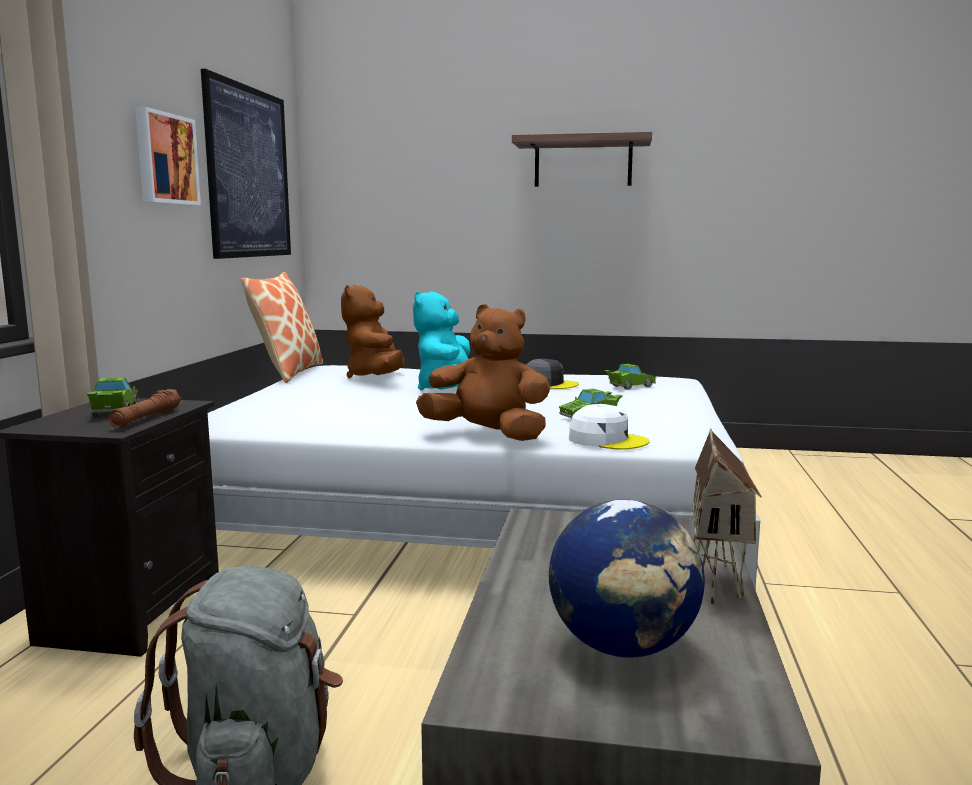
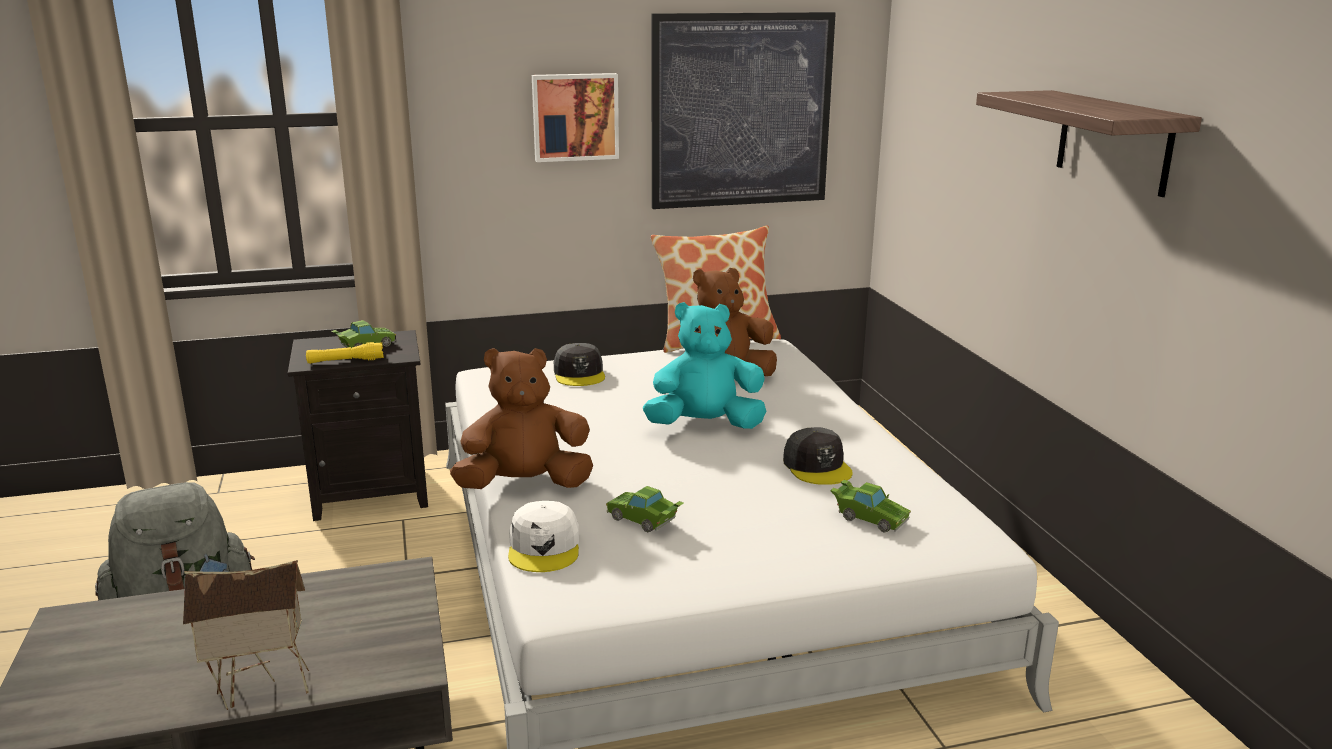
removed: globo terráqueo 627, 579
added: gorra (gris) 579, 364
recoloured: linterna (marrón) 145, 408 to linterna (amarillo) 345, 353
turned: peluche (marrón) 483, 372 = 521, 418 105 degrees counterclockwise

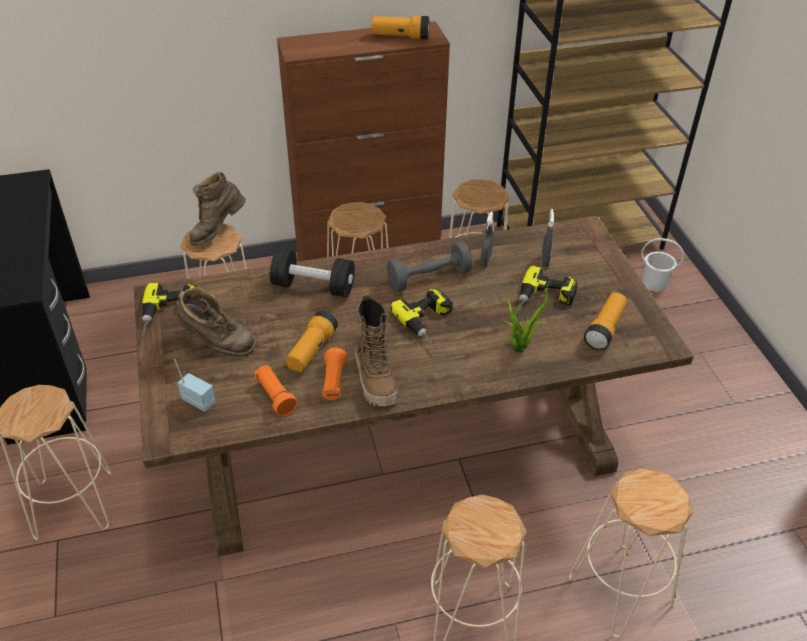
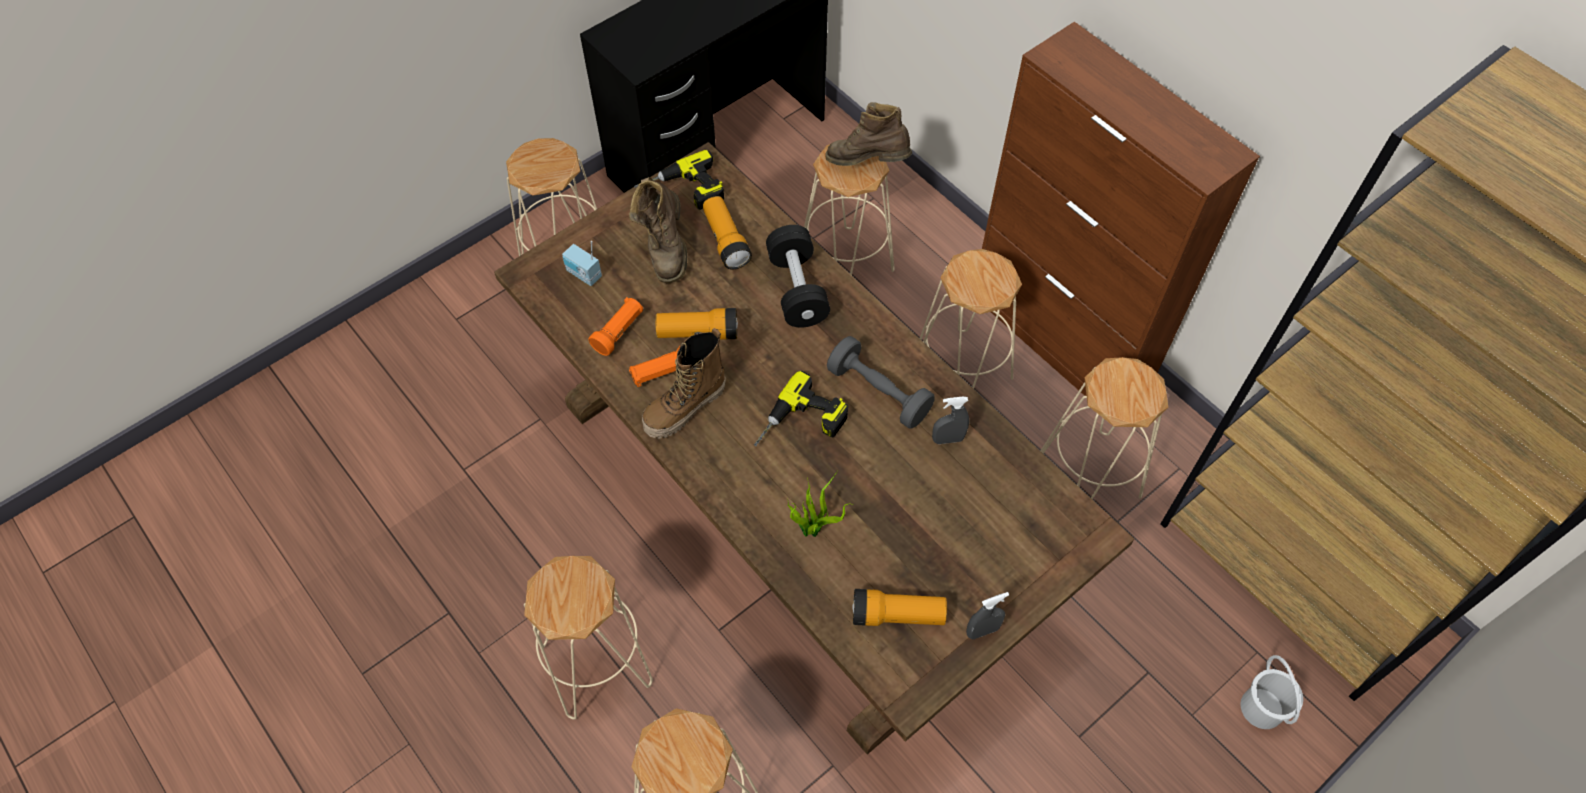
removed: taladro 546, 290
moved: linterna 400, 27 to 727, 232; pulverizador (gris) 547, 238 to 987, 616
turned: radio 195, 385 = 582, 263 120 degrees clockwise

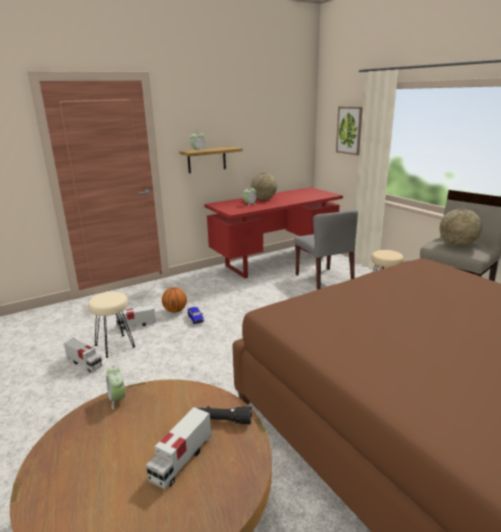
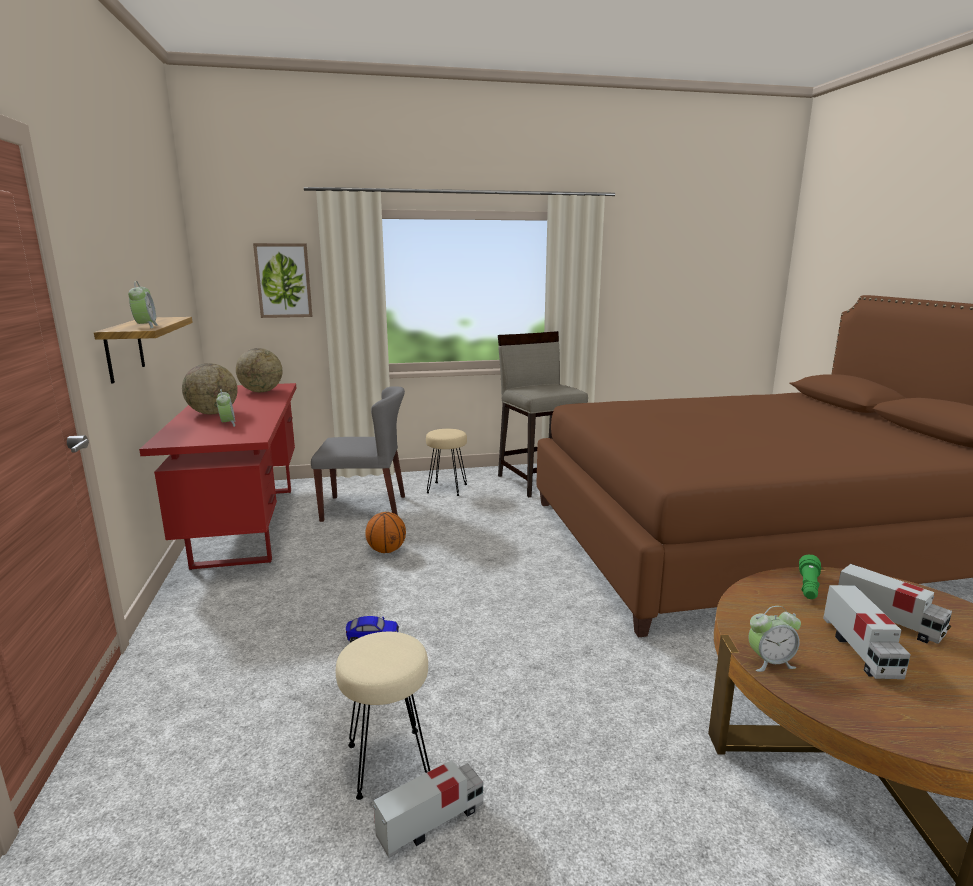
moved: globo terráqueo 460, 227 to 259, 370; balón de baloncesto 174, 300 to 385, 532; camión de juguete 136, 317 to 867, 632
recoloured: linterna (negro) 225, 415 to linterna (verde) 810, 577

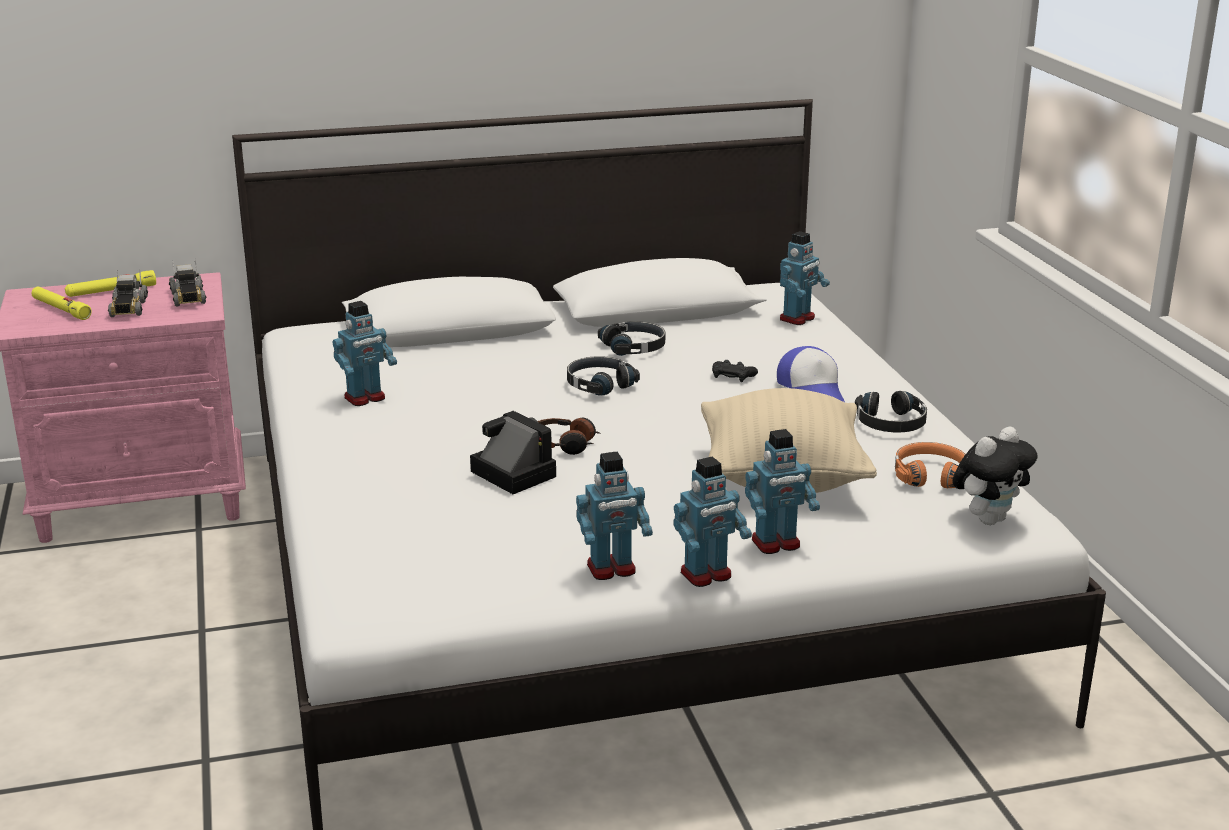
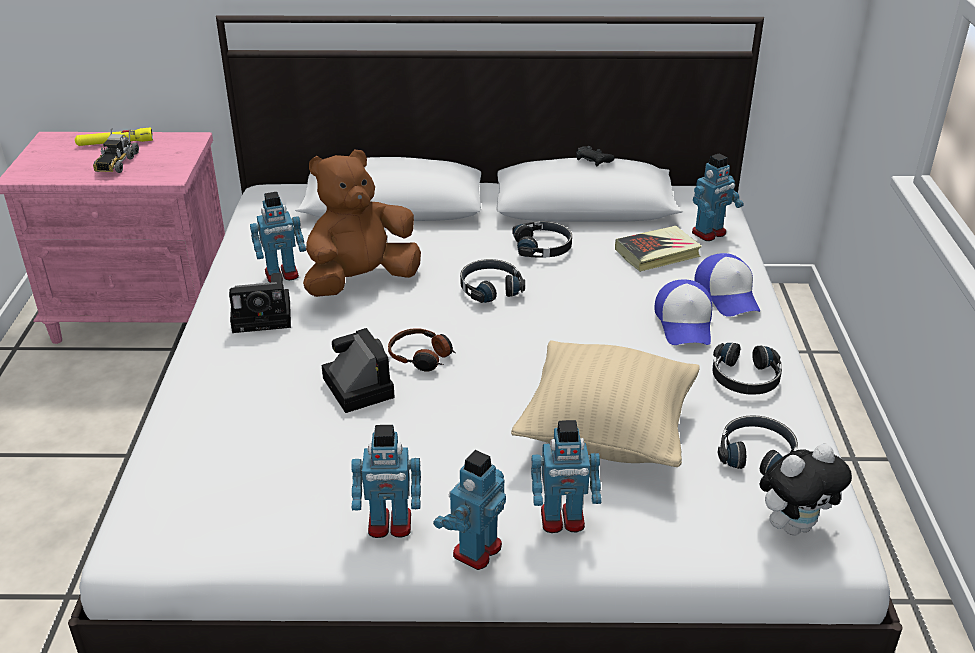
removed: camión de juguete 187, 283; linterna (amarillo) 61, 303
added: peluche (marrón) 362, 223; libro 658, 249; gorra 727, 285; cámara 260, 303
moved: mando de consola (negro) 735, 371 to 595, 156
recoloured: auriculares (naranja) 930, 465 to auriculares (negro) 758, 445
turned: robot de juguete 712, 522 = 469, 510 135 degrees clockwise

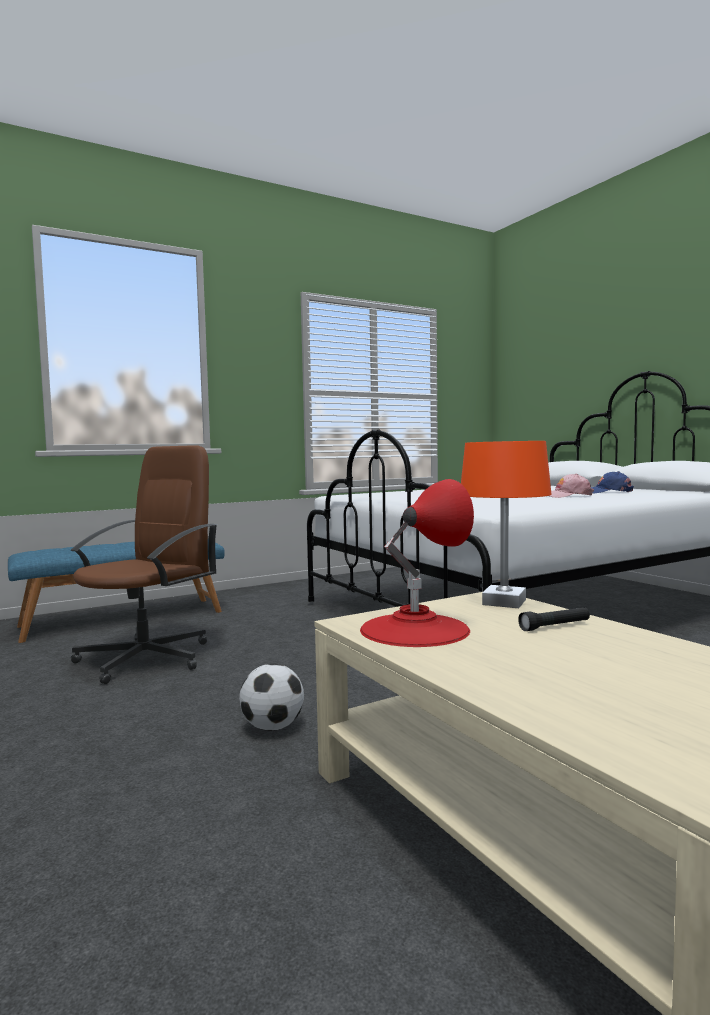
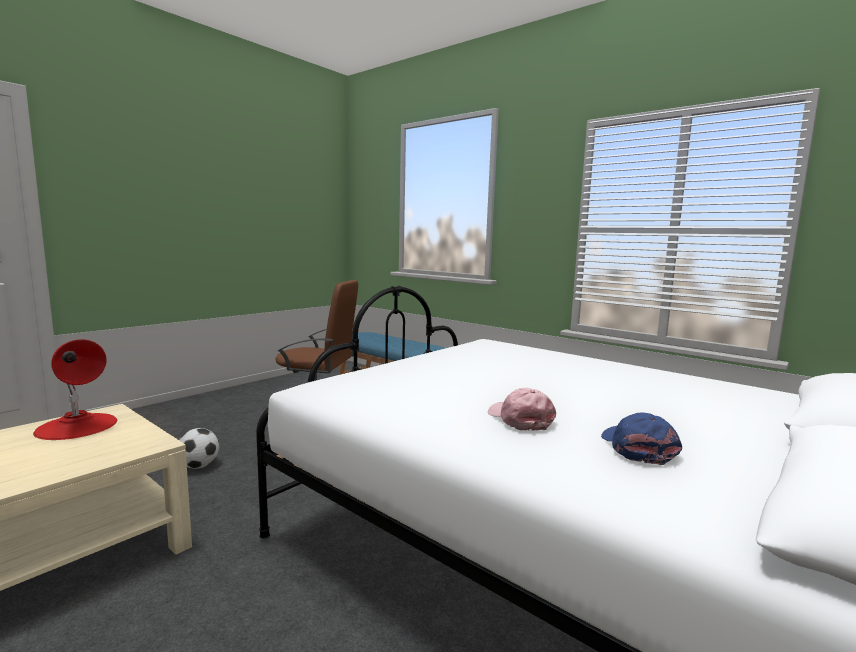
removed: lámpara de mesa (naranja) 506, 524; linterna (negro) 554, 619

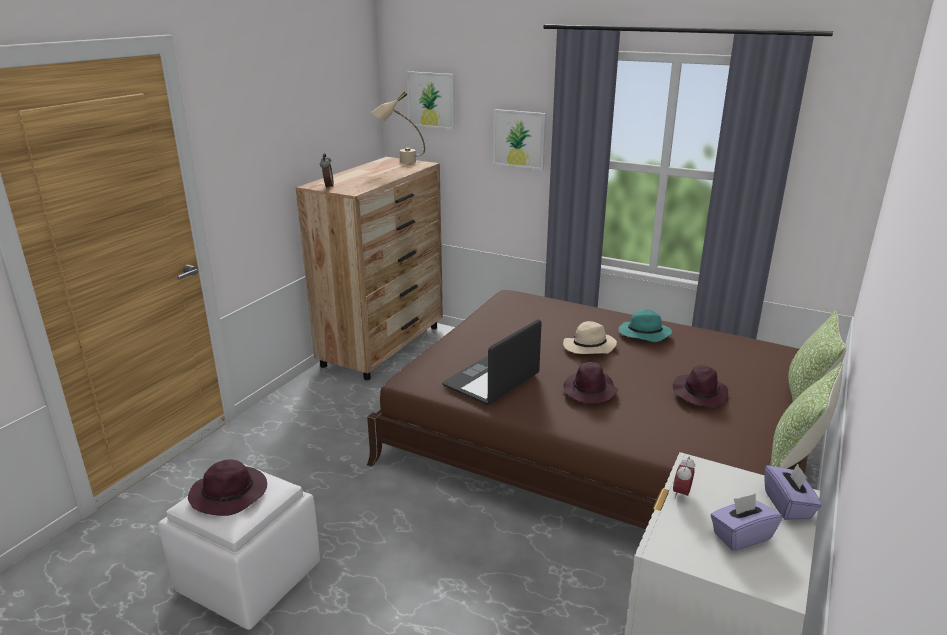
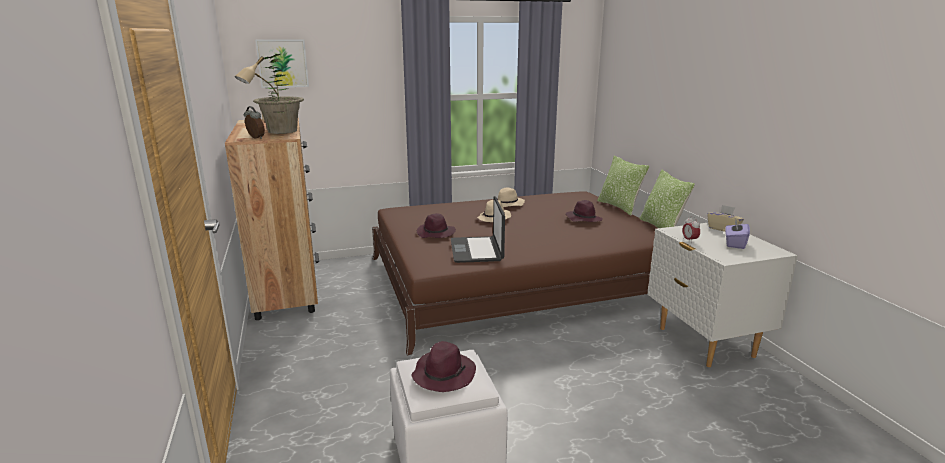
removed: cuadro 519, 139
added: planta en maceta 278, 94
moved: sombrero (morado) 590, 382 to 436, 225
recoloured: sombrero (turquesa) 645, 325 to sombrero (beis) 511, 197; caja de pañuelos (morado) 793, 491 to caja de pañuelos (beis) 725, 218

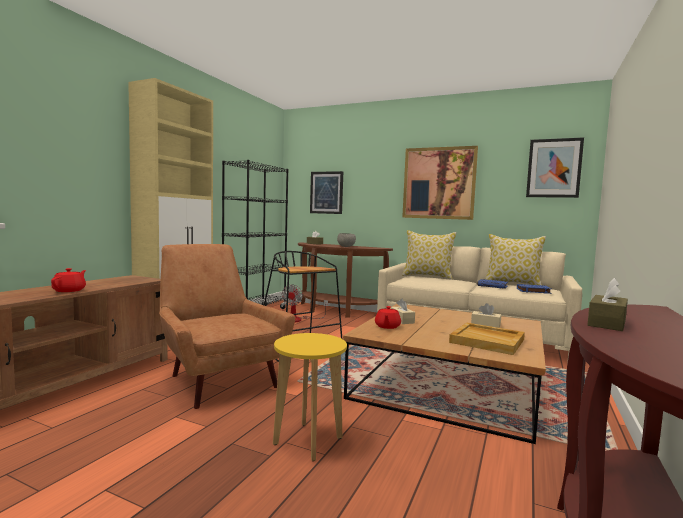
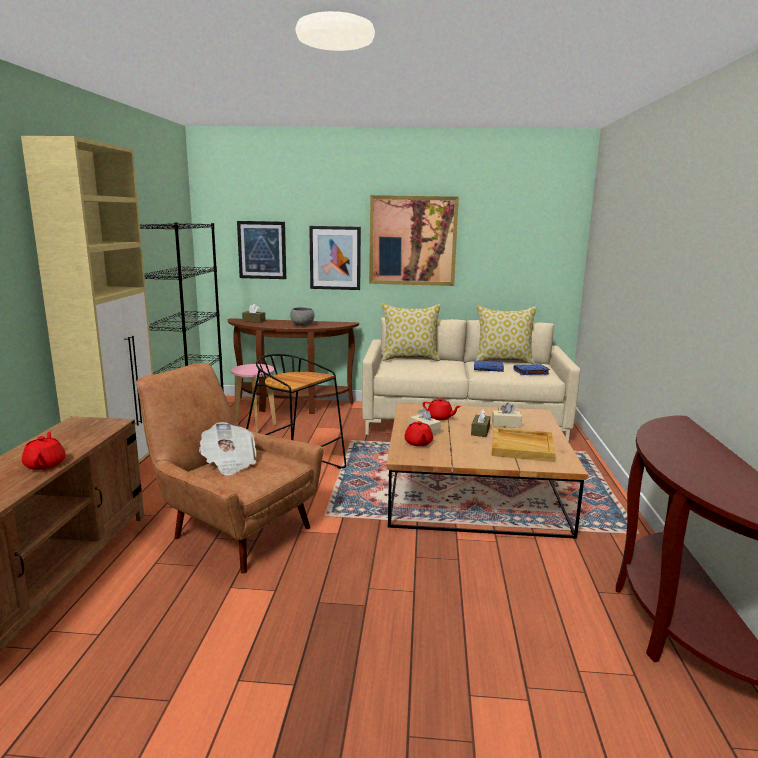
removed: taburete (amarillo) 310, 397
added: tetera (rojo) 442, 409; periódico 227, 449
moved: cuadro 555, 167 to 335, 258; caja de pañuelos (marrón) 607, 304 to 481, 422
replaced: ventilador 304, 303 to taburete (rosa) 253, 398

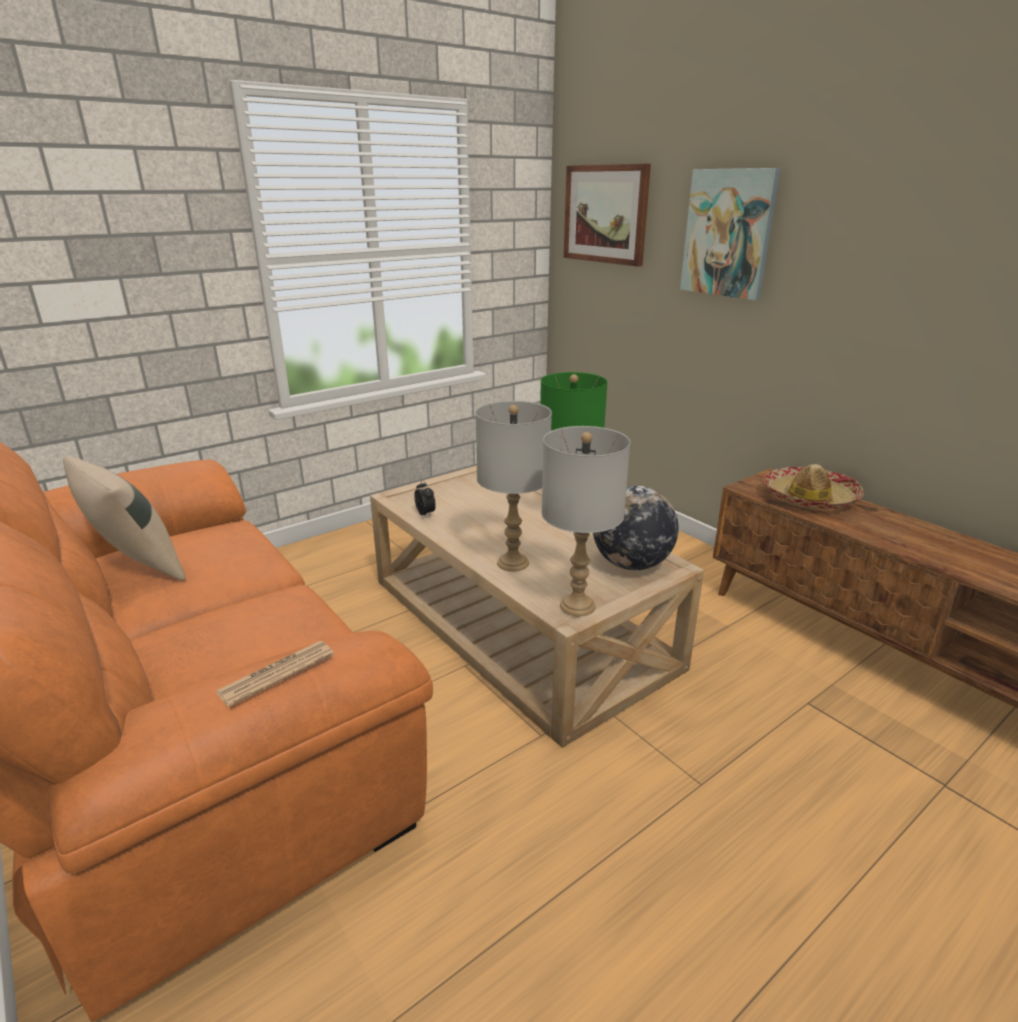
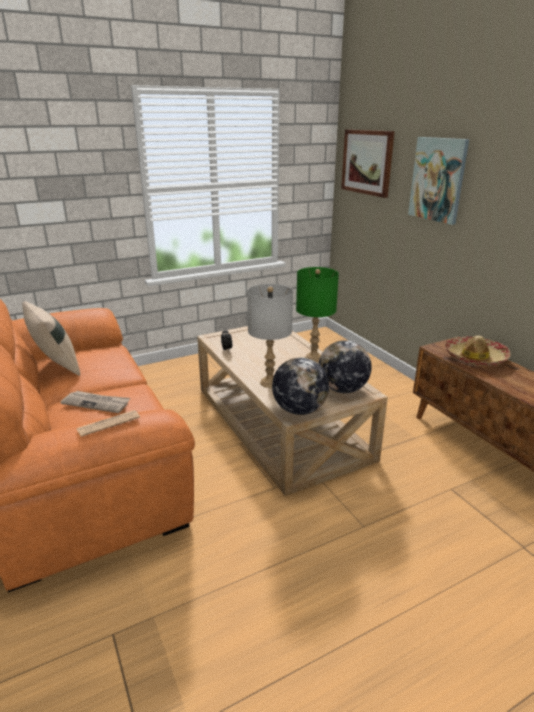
added: periódico 95, 402
replaced: lámpara de mesa (gris) 586, 521 to globo terráqueo 300, 386

